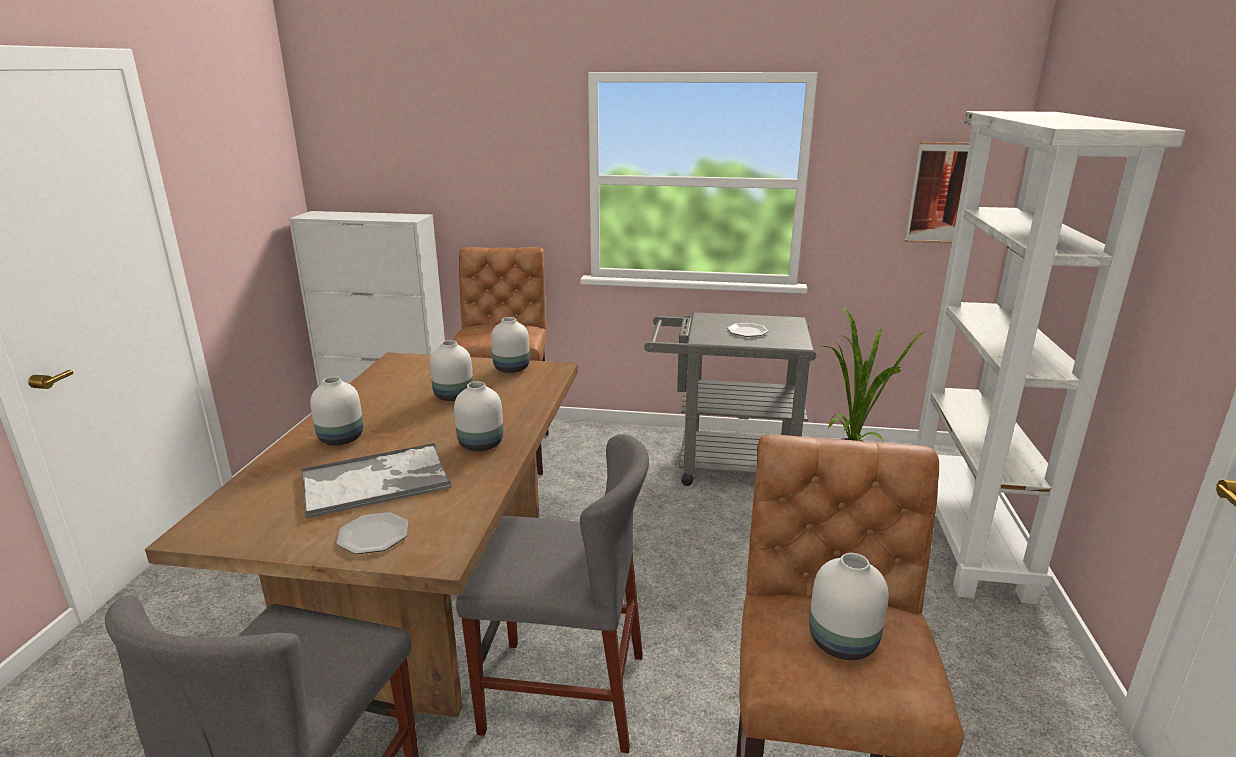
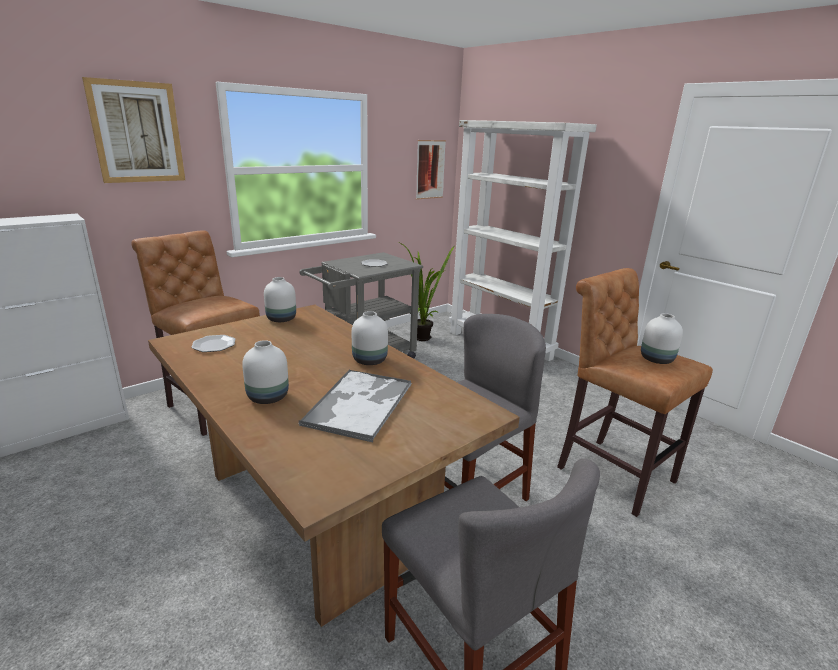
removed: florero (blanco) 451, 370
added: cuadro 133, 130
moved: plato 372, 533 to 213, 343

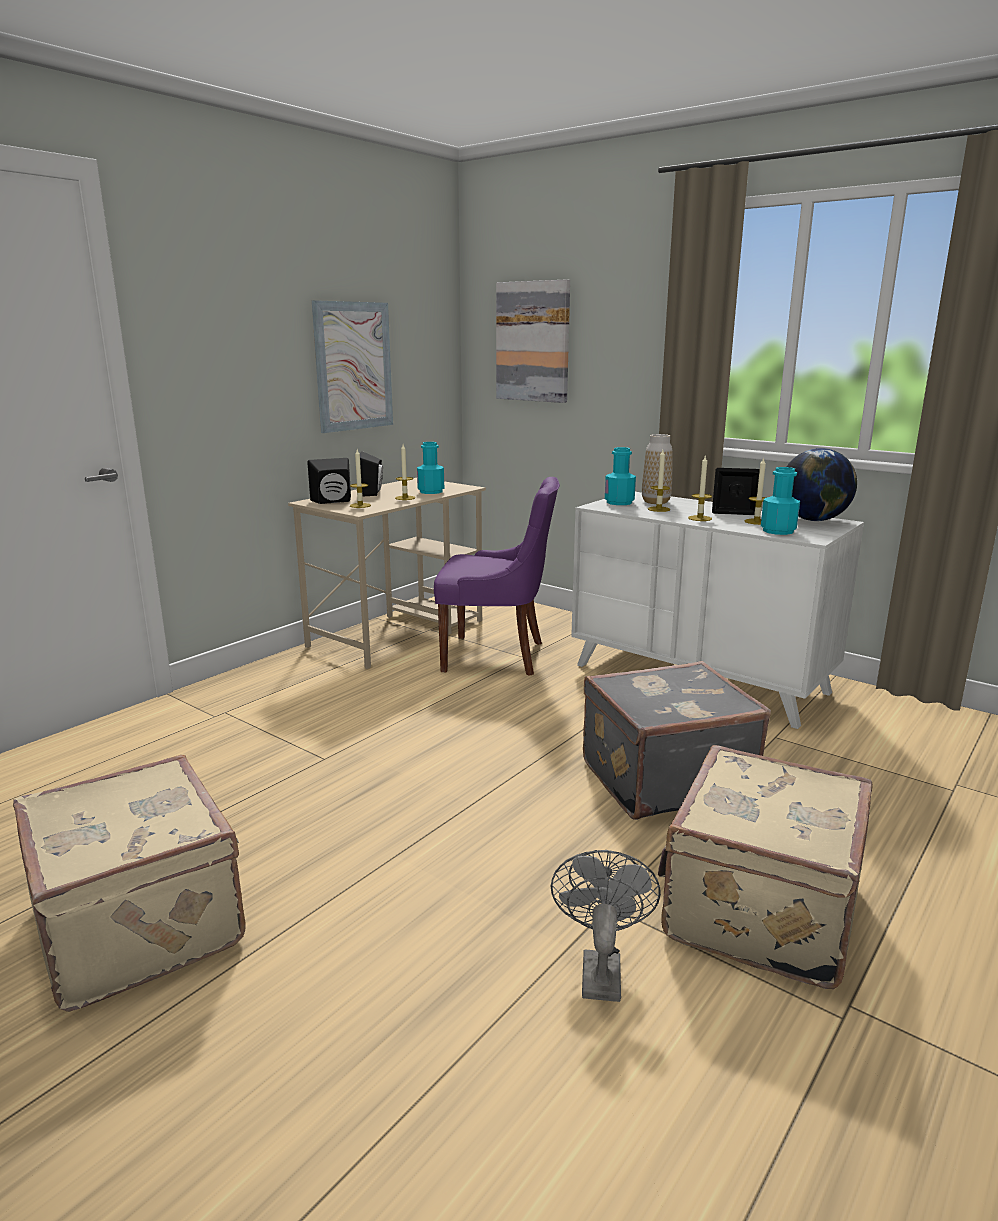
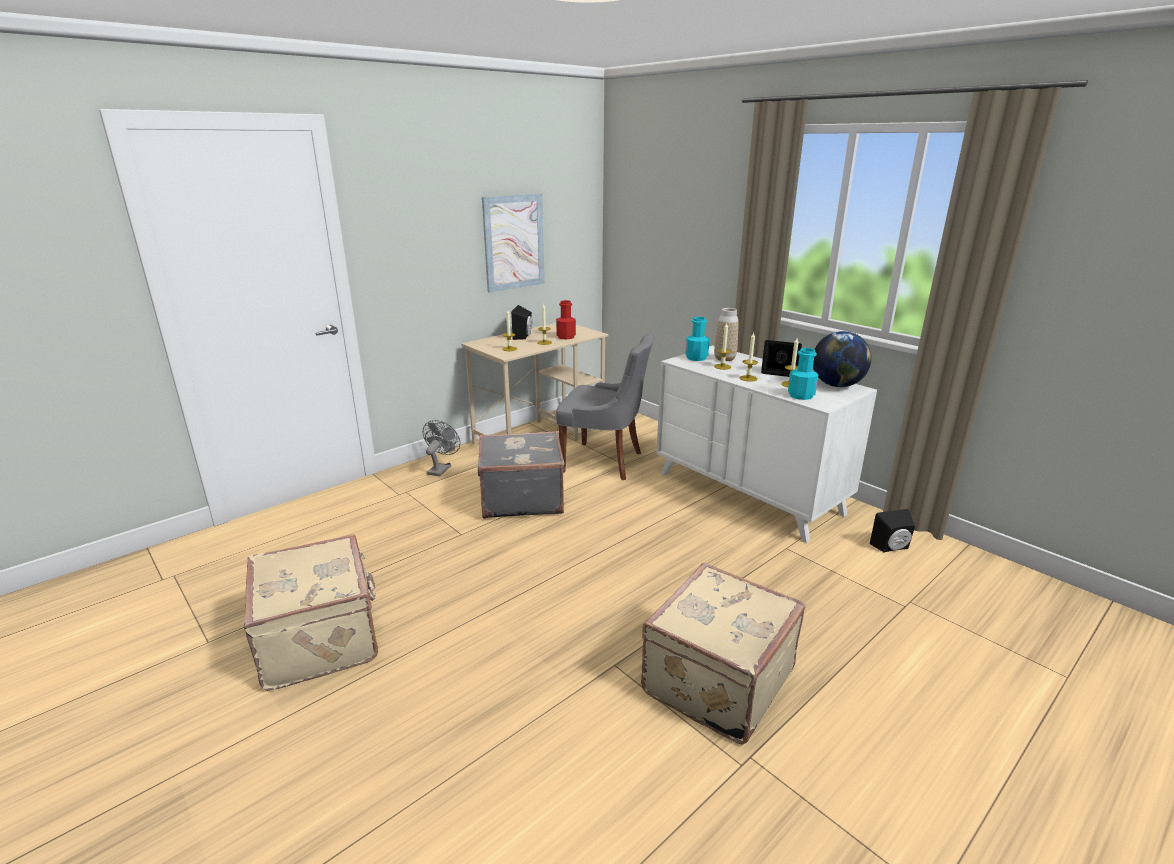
removed: cuadro 533, 341
moved: altavoz (negro) 329, 481 to 892, 531; maleta (gris) 677, 740 to 521, 475; ventilador (gris) 606, 926 to 441, 448
recoloured: botella (turquesa) 430, 468 to botella (rojo) 566, 320; silla (morado) 497, 576 to silla (gris) 605, 406

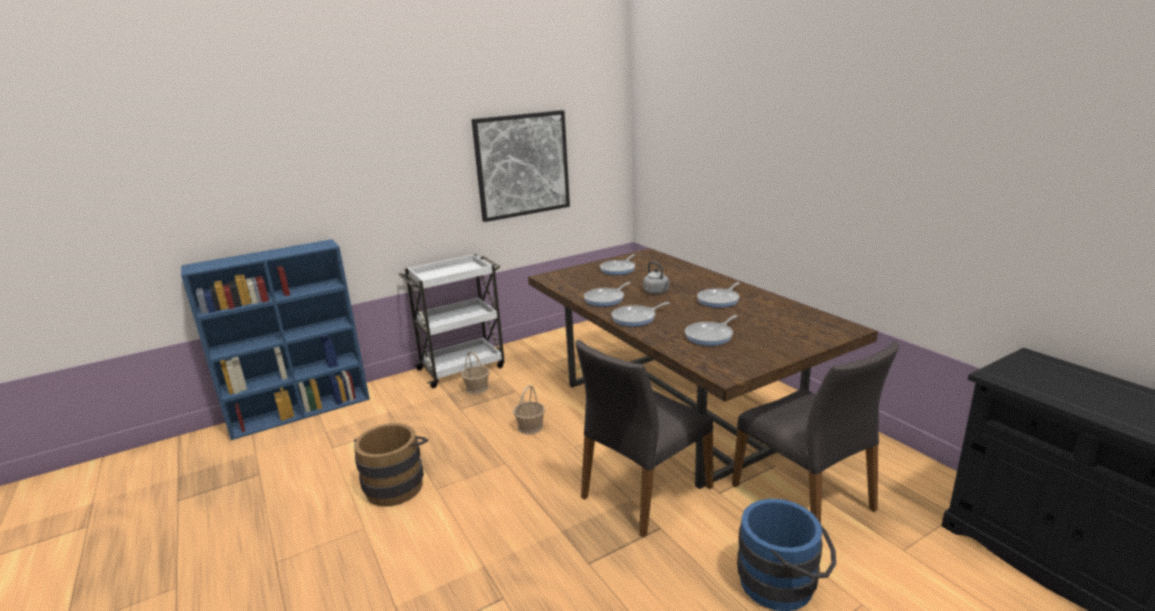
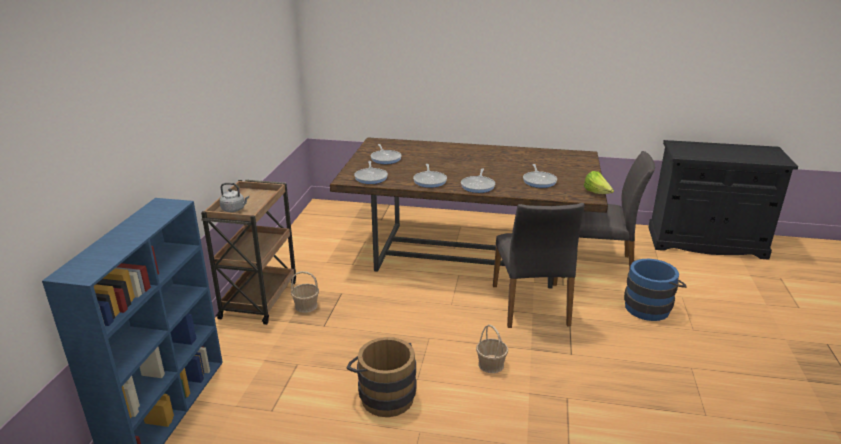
removed: cuadro 520, 166
added: lechuga 599, 182
moved: hervidor (gris) 657, 278 to 234, 197; sartén 718, 295 to 371, 172; cesta 529, 409 to 492, 348
recoloured: carrito (blanco) 452, 321 to carrito (marrón) 248, 252

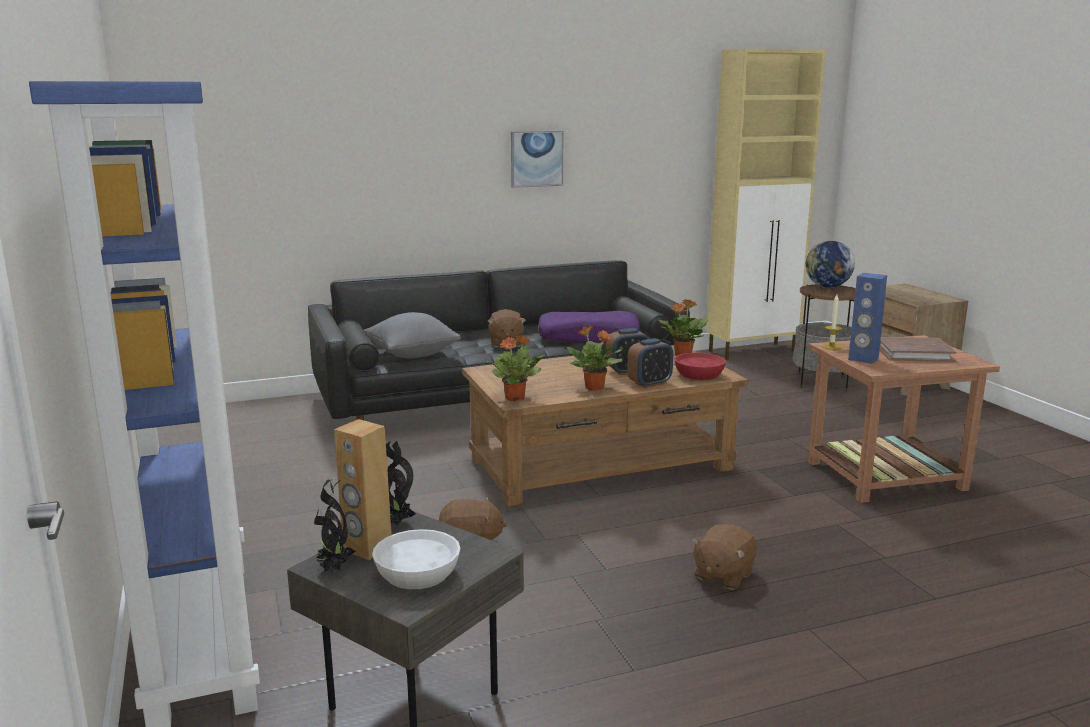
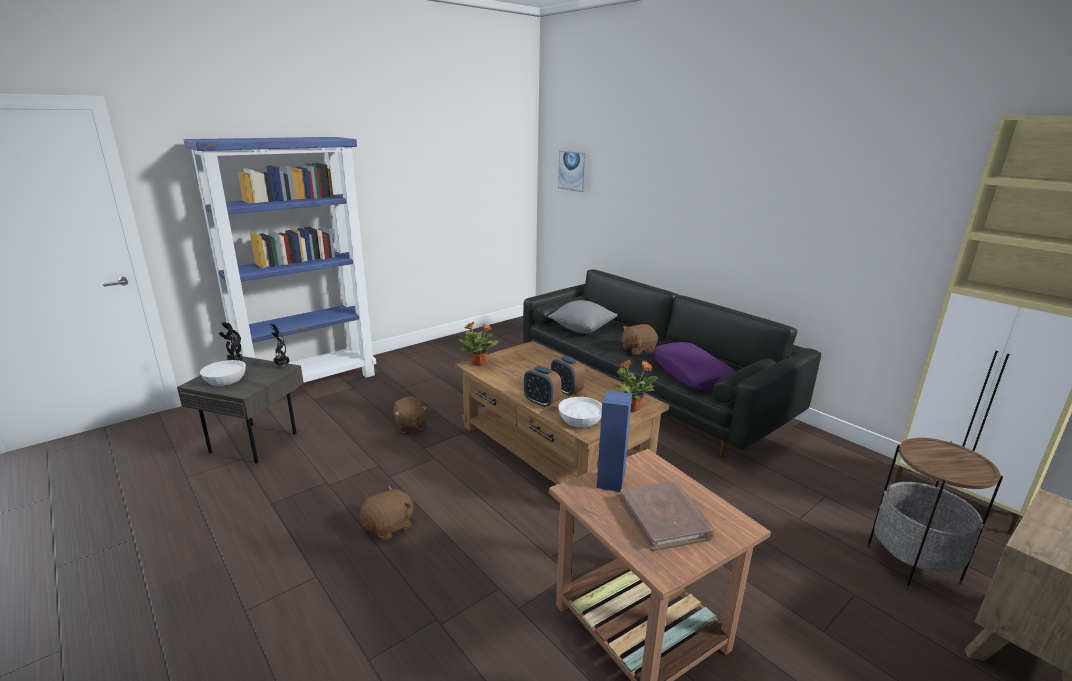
removed: globo terráqueo 830, 264; vela 832, 322; planta en maceta 595, 358; altavoz (marrón) 363, 489
moved: cuadro 537, 159 to 572, 171
recoloured: cuenco (rojo) 700, 366 to cuenco (blanco) 580, 412
turned: peluche (marrón) 724, 557 = 387, 513 120 degrees clockwise

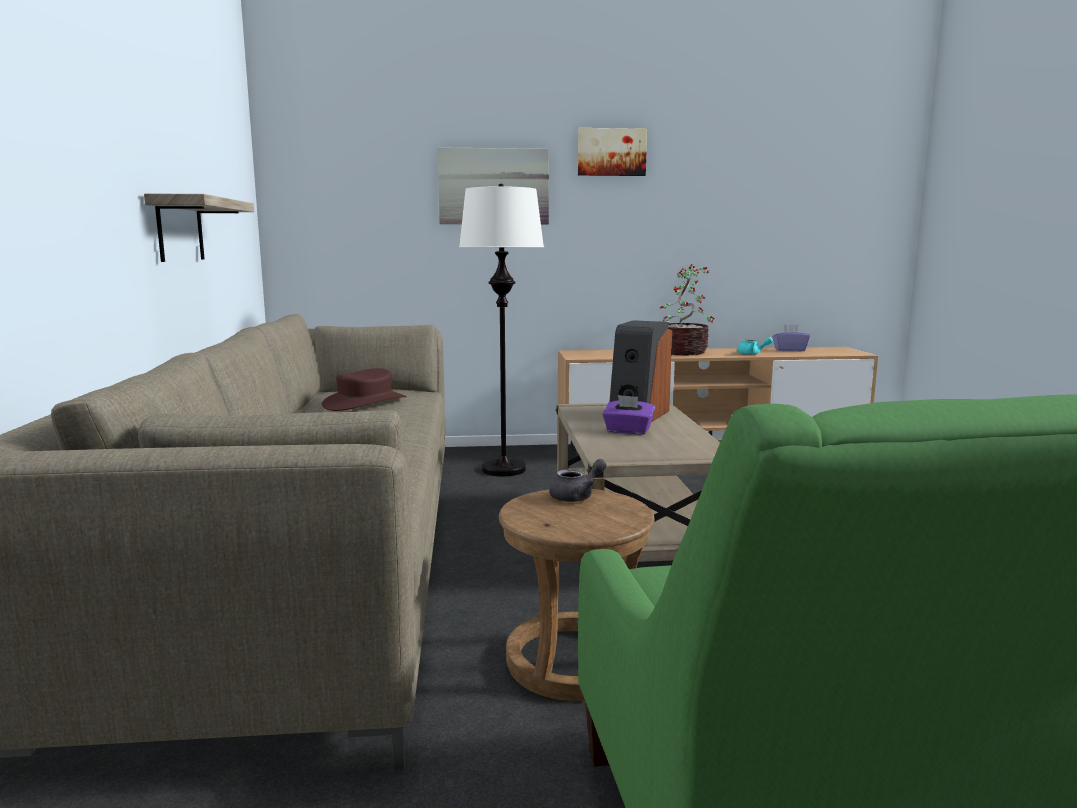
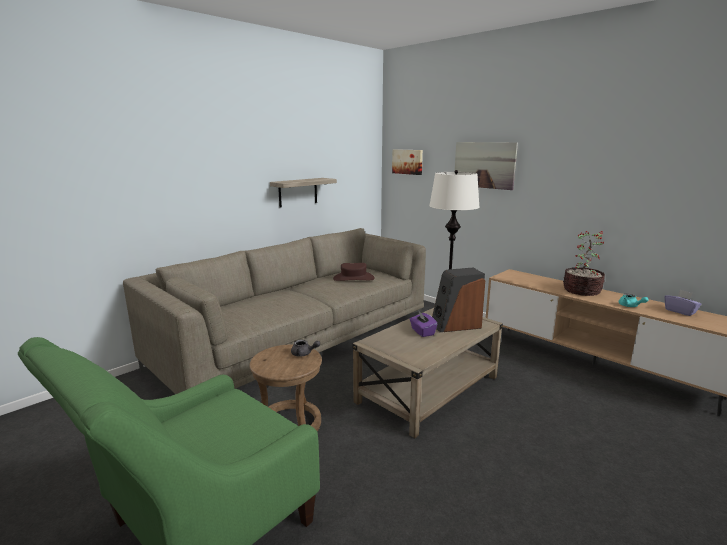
moved: cuadro 612, 152 to 407, 162

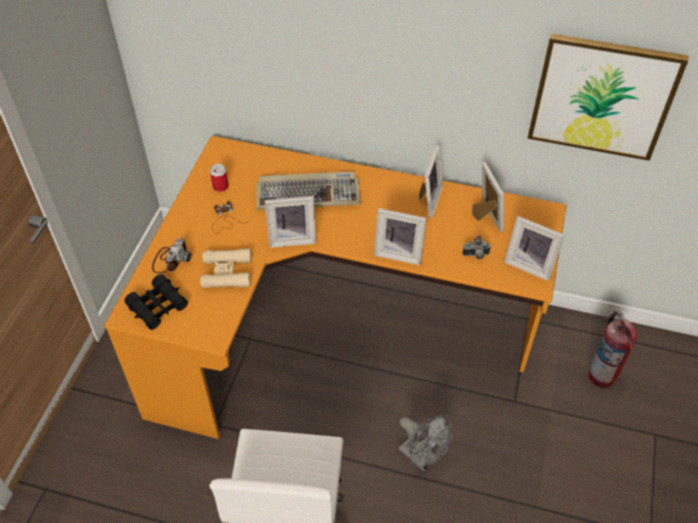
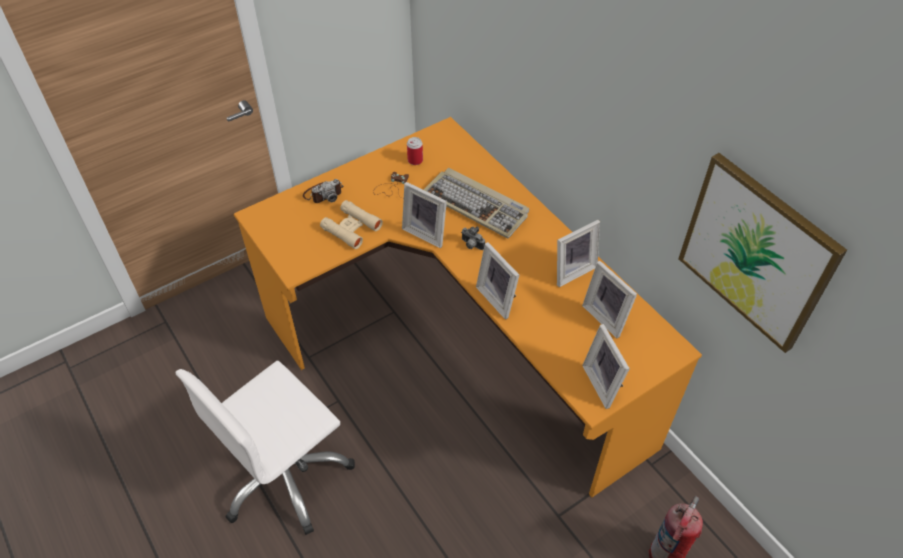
removed: prismáticos (negro) 156, 302; ventilador (gris) 426, 443
moved: cámara 476, 247 to 473, 238
turned: portarretratos 488, 197 = 609, 299 120 degrees clockwise

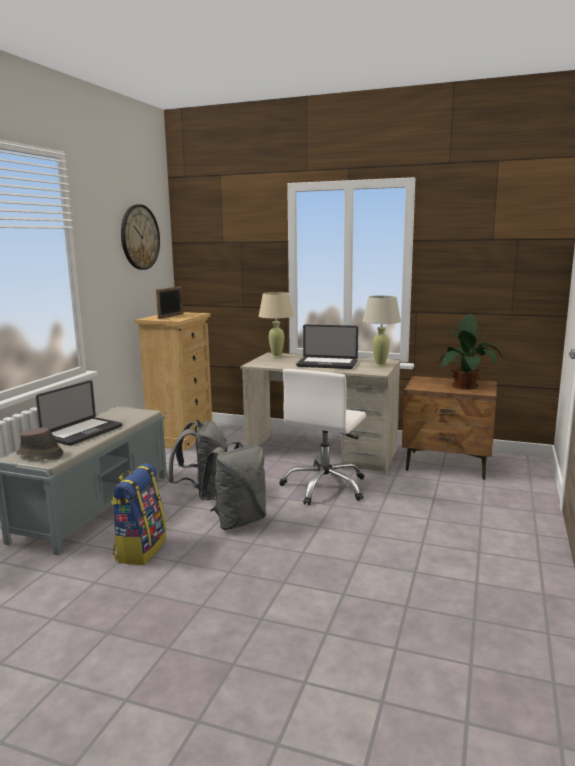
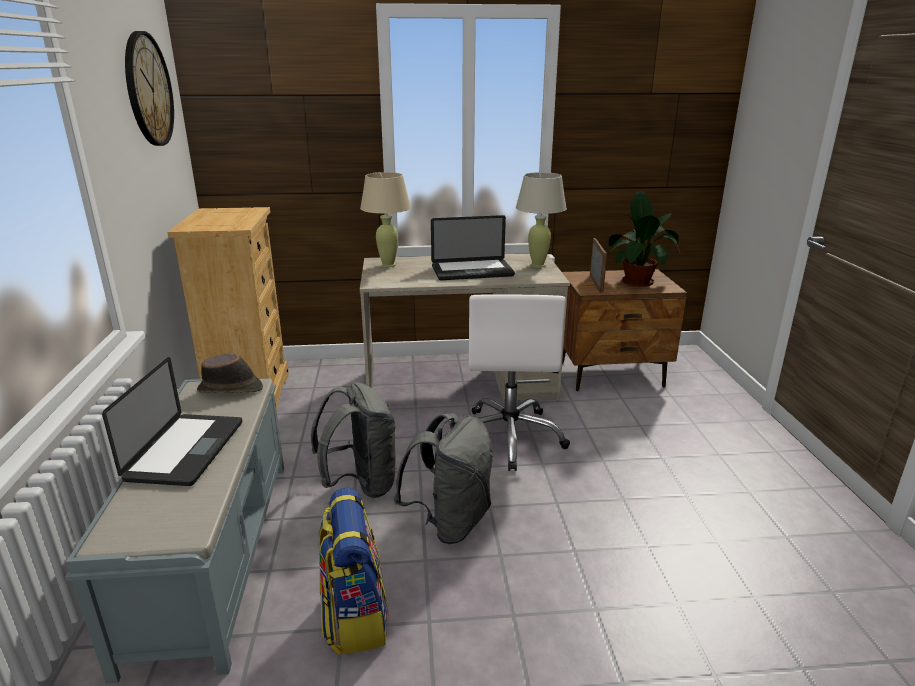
moved: portarretratos 169, 302 to 598, 265; sombrero (marrón) 39, 444 to 230, 373

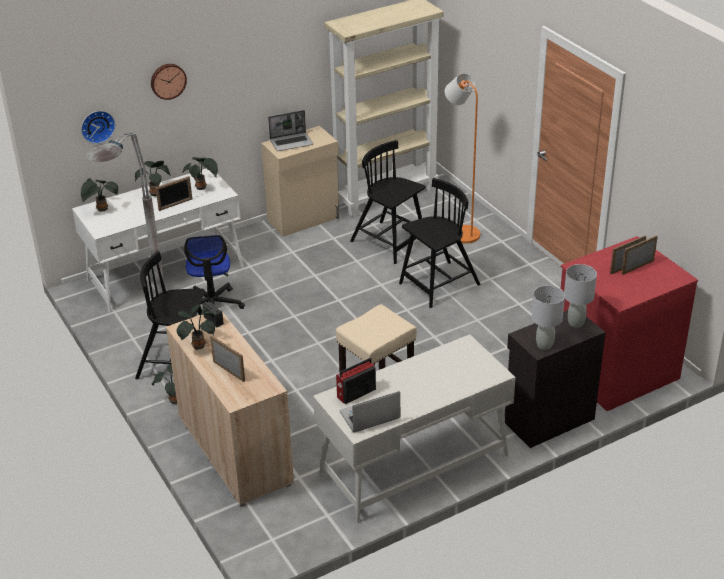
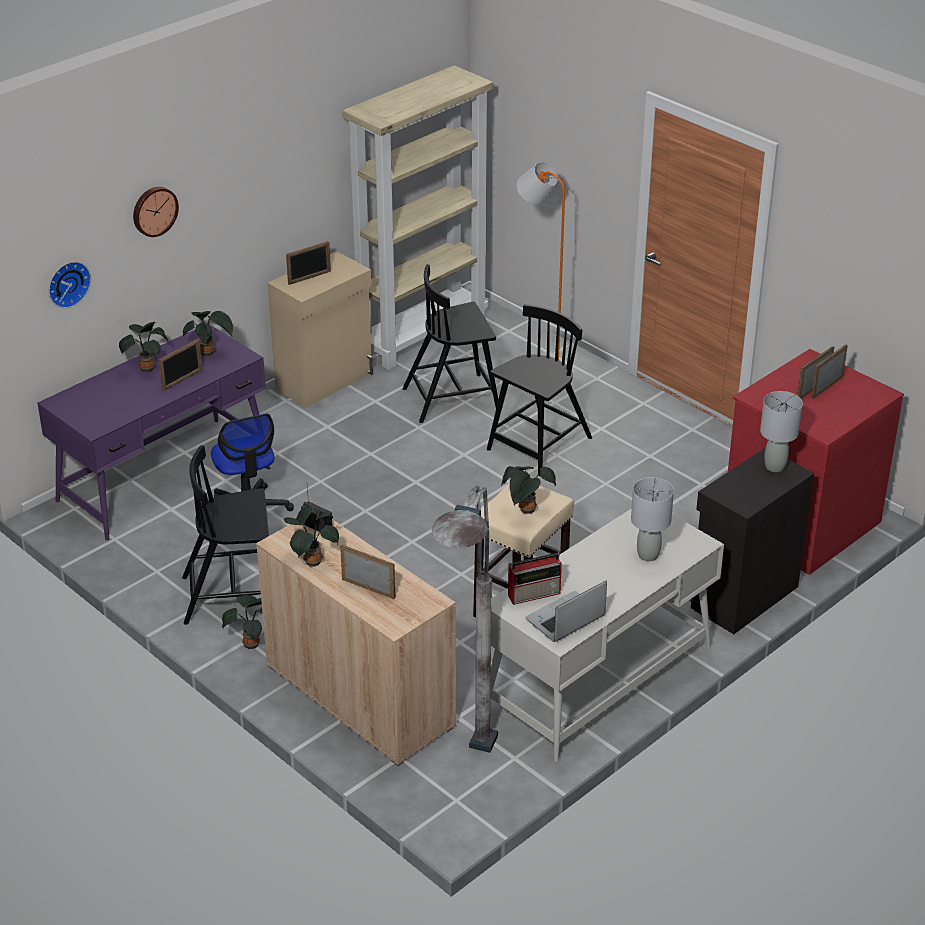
moved: lámpara de pie (gris) 125, 213 to 464, 619; planta en maceta 99, 195 to 528, 490; lámpara de mesa (gris) 548, 317 to 652, 519
replaced: portátil 290, 130 to portarretratos 308, 263
recoloured: escritorio (blanco) 158, 240 to escritorio (morado) 151, 432
turned: silla (negro) 388, 202 = 450, 343 45 degrees counterclockwise; radio 356, 381 = 535, 579 150 degrees counterclockwise

